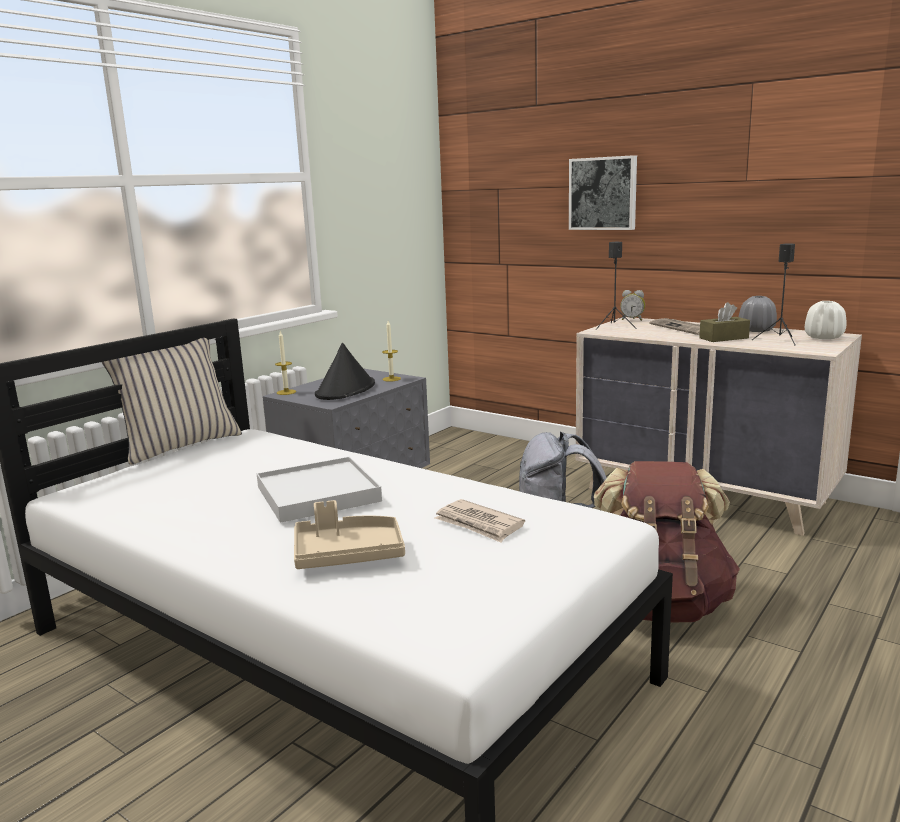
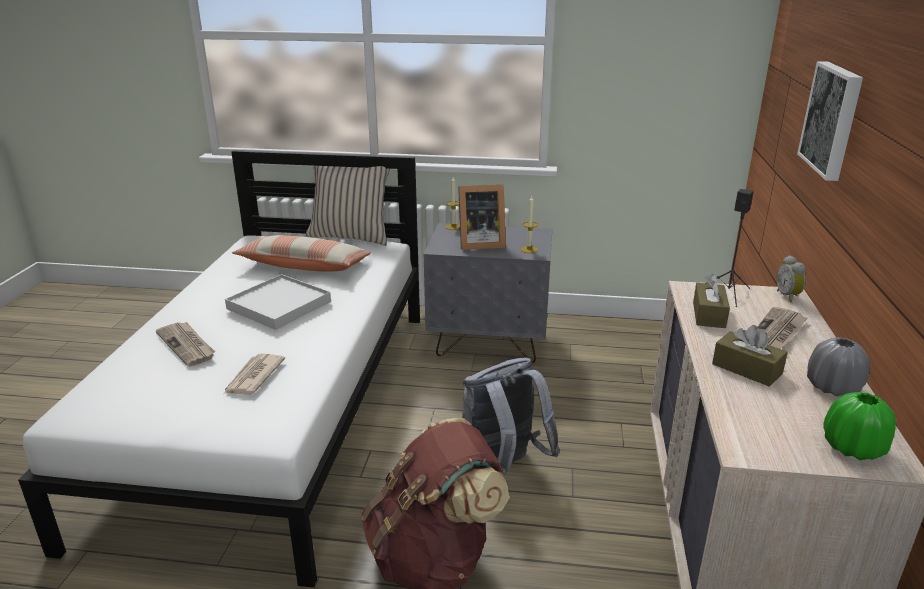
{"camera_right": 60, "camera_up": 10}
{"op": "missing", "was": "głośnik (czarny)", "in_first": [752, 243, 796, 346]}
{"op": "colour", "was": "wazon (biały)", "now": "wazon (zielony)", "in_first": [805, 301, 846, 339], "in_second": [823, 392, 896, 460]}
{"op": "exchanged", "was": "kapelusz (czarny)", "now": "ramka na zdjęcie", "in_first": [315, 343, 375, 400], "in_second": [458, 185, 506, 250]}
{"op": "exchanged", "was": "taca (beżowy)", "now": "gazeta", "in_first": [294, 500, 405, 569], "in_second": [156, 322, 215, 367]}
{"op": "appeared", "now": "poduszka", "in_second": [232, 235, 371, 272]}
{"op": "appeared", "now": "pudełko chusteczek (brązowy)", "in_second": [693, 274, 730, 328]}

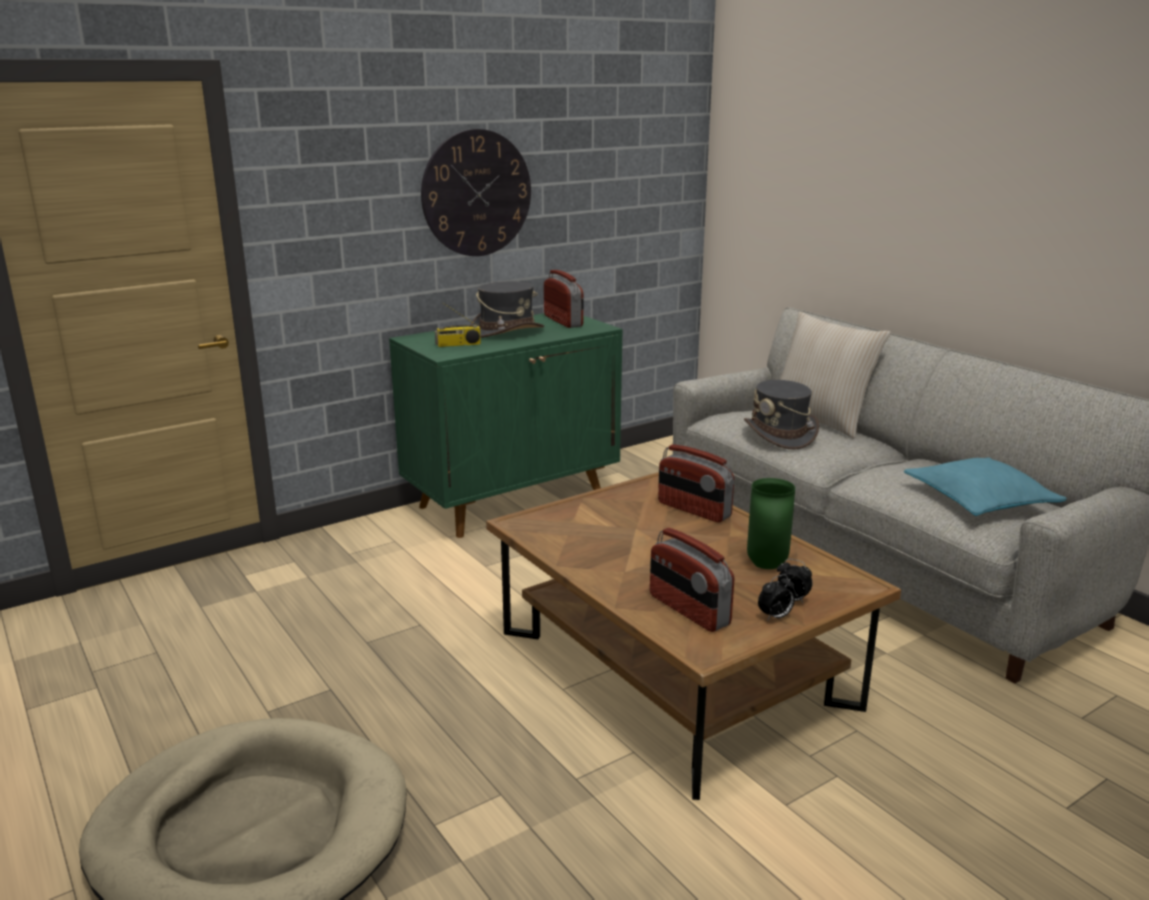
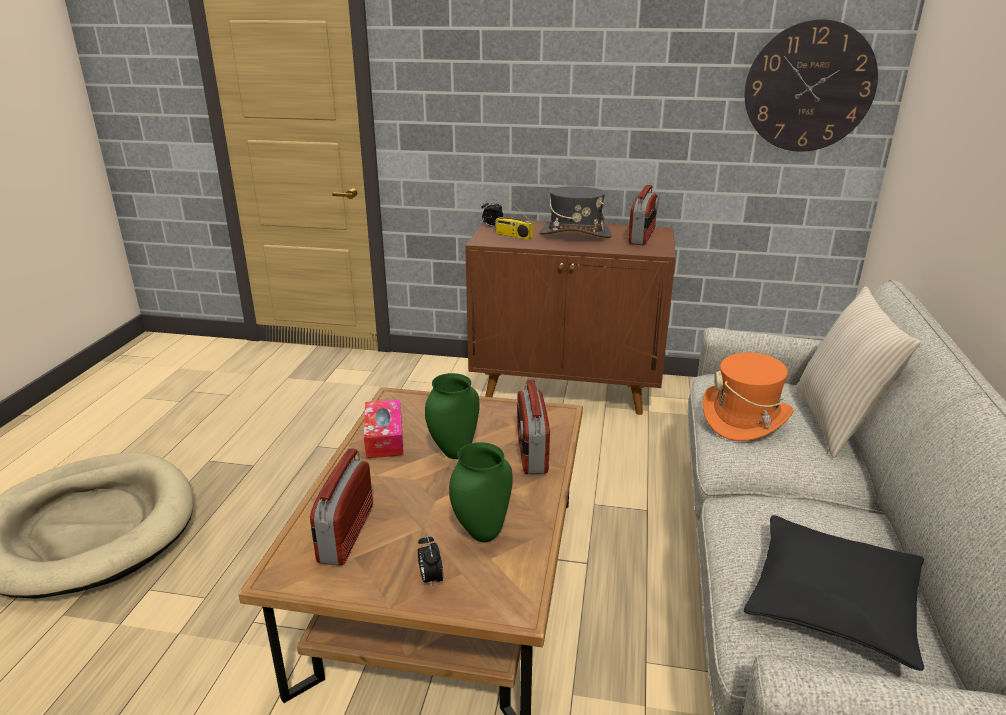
{"camera_right": 45, "camera_up": 5}
{"op": "relocated", "was": "zegar ścienny", "in_first": [421, 129, 531, 256], "in_second": [744, 19, 878, 152]}
{"op": "colour", "was": "szafka (zielony)", "now": "szafka (brązowy)", "in_first": [389, 313, 623, 538], "in_second": [465, 220, 676, 415]}
{"op": "colour", "was": "kapelusz (szary)", "now": "kapelusz (pomarańczowy)", "in_first": [744, 380, 819, 449], "in_second": [703, 353, 794, 441]}
{"op": "colour", "was": "poduszka (turkusowy)", "now": "poduszka (czarny)", "in_first": [904, 457, 1067, 516], "in_second": [744, 515, 924, 671]}
{"op": "relocated", "was": "budzik", "in_first": [758, 574, 795, 621], "in_second": [481, 199, 503, 226]}
{"op": "appeared", "now": "wazon (zielony)", "in_second": [425, 373, 480, 459]}
{"op": "appeared", "now": "pudełko chusteczek", "in_second": [364, 399, 403, 458]}

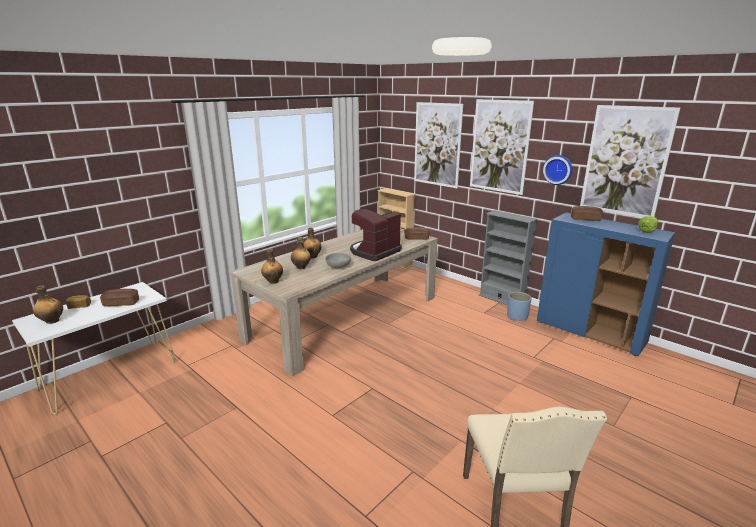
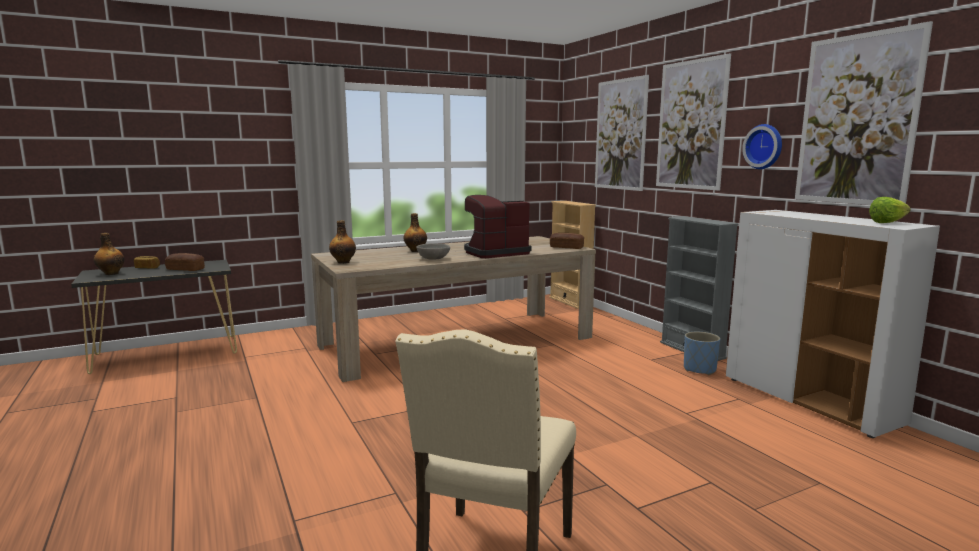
{"camera_right": 20, "camera_up": -10}
{"op": "missing", "was": "chleb", "in_first": [571, 206, 603, 221]}
{"op": "colour", "was": "szafka (niebieski)", "now": "szafka (biały)", "in_first": [537, 212, 675, 356], "in_second": [726, 210, 940, 438]}
{"op": "missing", "was": "butelka", "in_first": [291, 237, 311, 269]}
{"op": "colour", "was": "stolik konsolowy (biały)", "now": "stolik konsolowy (czarny)", "in_first": [12, 282, 176, 415], "in_second": [71, 260, 237, 374]}

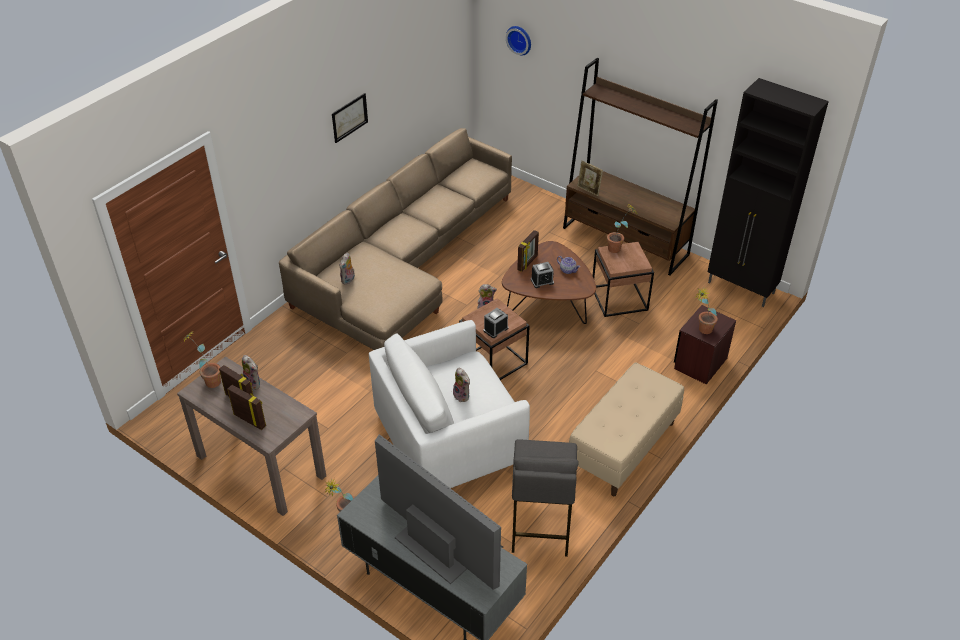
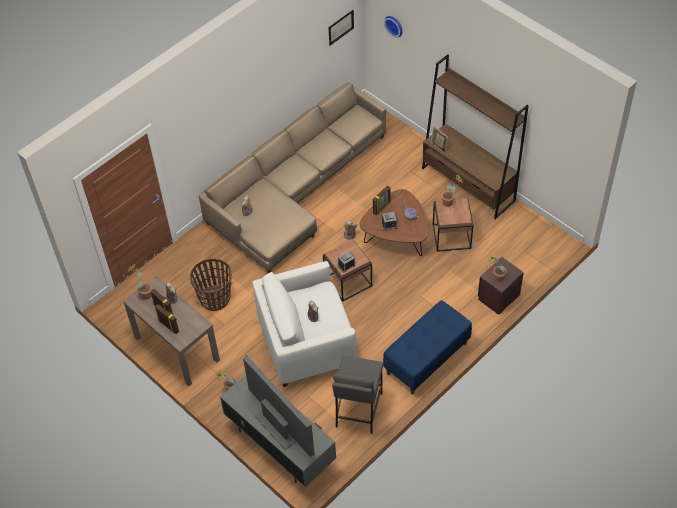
{"camera_right": 10, "camera_up": 10}
{"op": "missing", "was": "szafka (czarny)", "in_first": [708, 78, 829, 307]}
{"op": "relocated", "was": "obraz", "in_first": [332, 93, 368, 143], "in_second": [328, 10, 354, 46]}
{"op": "colour", "was": "ławka (beżowy)", "now": "ławka (niebieski)", "in_first": [569, 362, 684, 496], "in_second": [383, 300, 472, 395]}
{"op": "appeared", "now": "koszyk", "in_second": [190, 258, 232, 311]}

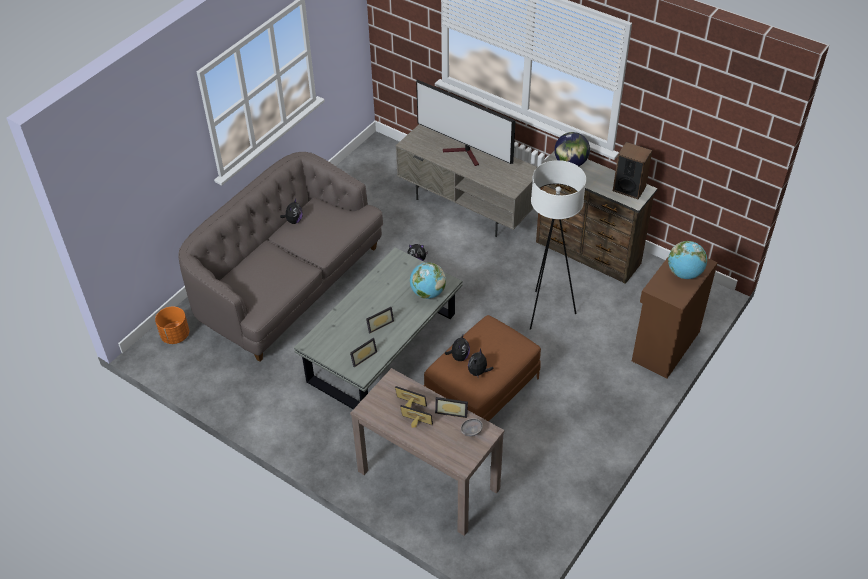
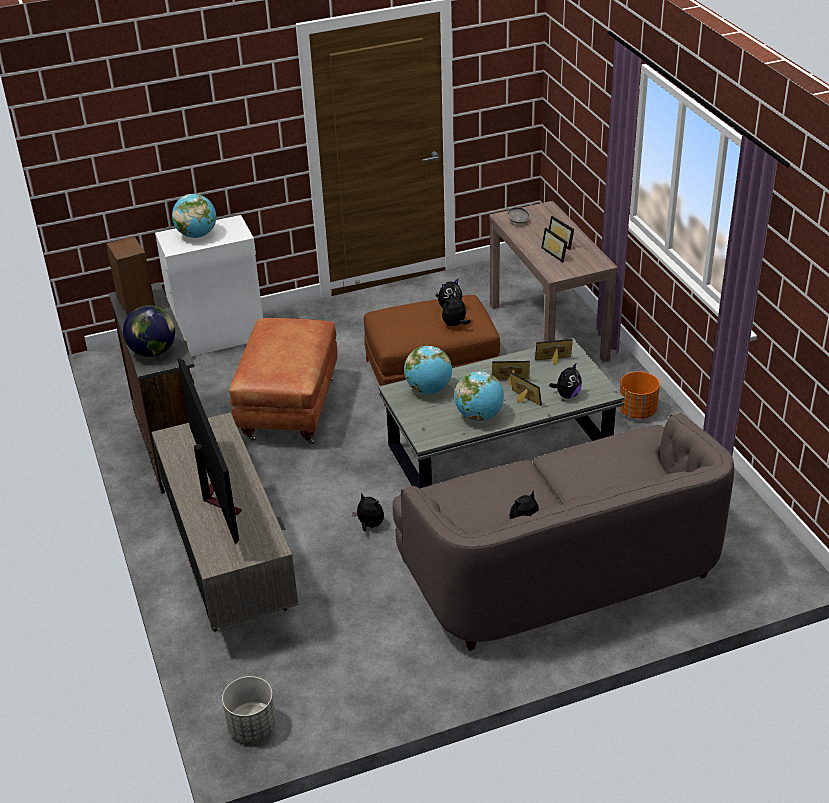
{"camera_right": -145, "camera_up": -10}
{"op": "exchanged", "was": "lampa stojąca (biały)", "now": "pufa (brązowy)", "in_first": [530, 160, 586, 330], "in_second": [229, 318, 338, 445]}
{"op": "colour", "was": "szafka (brązowy)", "now": "szafka (biały)", "in_first": [632, 256, 718, 378], "in_second": [155, 215, 263, 356]}
{"op": "relocated", "was": "donica (pomarańczowy)", "in_first": [155, 306, 189, 344], "in_second": [619, 371, 660, 419]}
{"op": "relocated", "was": "ramka na zdjęcie", "in_first": [435, 397, 468, 418], "in_second": [510, 372, 542, 406]}
{"op": "appeared", "now": "pluszak", "in_second": [549, 362, 582, 399]}
{"op": "appeared", "now": "globus", "in_second": [454, 372, 504, 421]}
{"op": "appeared", "now": "donica (szary)", "in_second": [222, 676, 276, 741]}

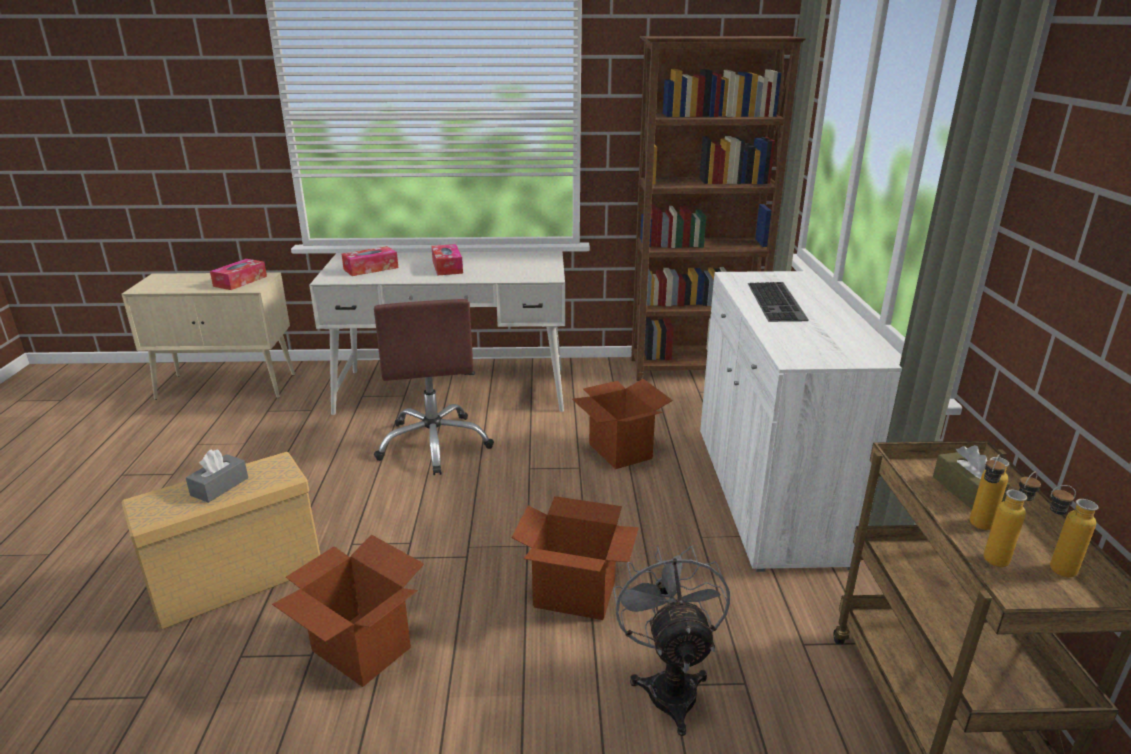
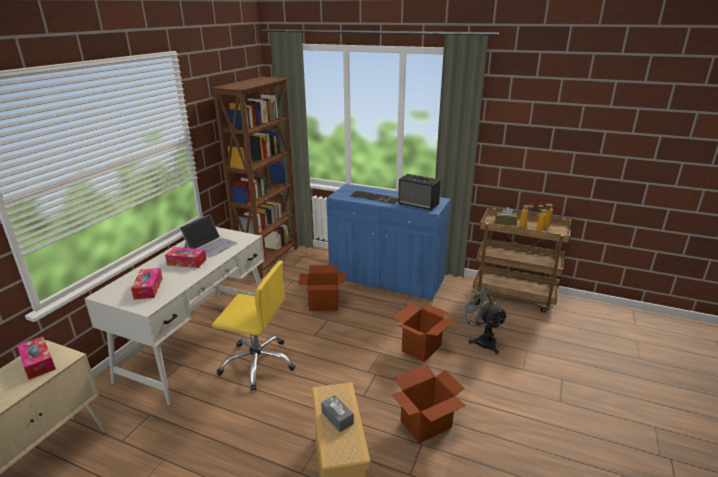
{"camera_right": -65, "camera_up": 0}
{"op": "colour", "was": "szafka (biały)", "now": "szafka (niebieski)", "in_first": [700, 271, 902, 572], "in_second": [326, 184, 451, 301]}
{"op": "colour", "was": "krzesło biurowe (brązowy)", "now": "krzesło biurowe (żółty)", "in_first": [374, 299, 494, 475], "in_second": [212, 261, 295, 391]}
{"op": "spun", "was": "wentylator (szary)", "in_first": [613, 546, 730, 736], "in_second": [461, 283, 508, 354], "clockwise": 45}
{"op": "appeared", "now": "głośnik", "in_second": [398, 174, 441, 211]}
{"op": "appeared", "now": "laptop", "in_second": [179, 214, 237, 258]}

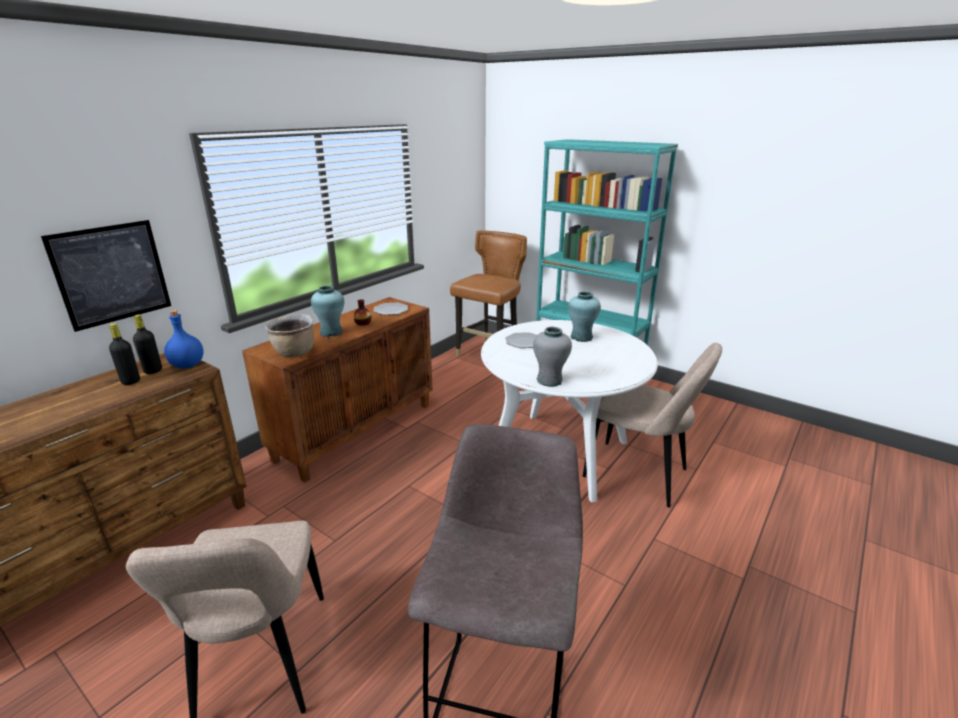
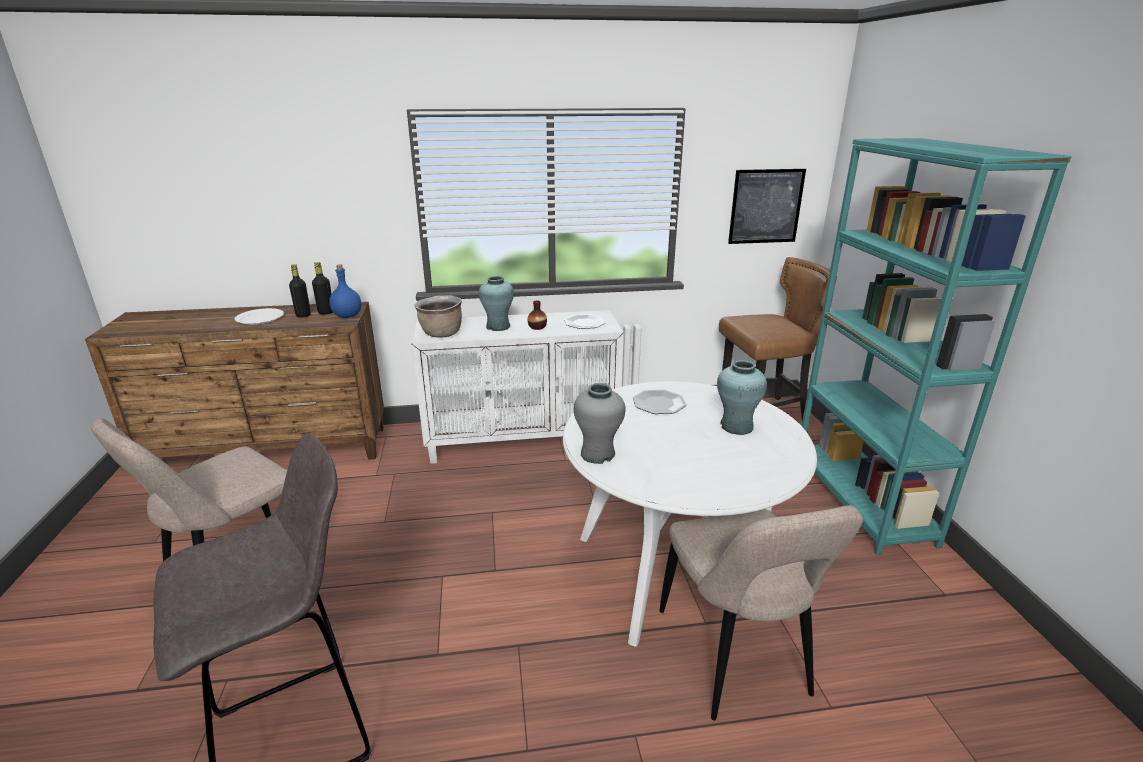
{"camera_right": 45, "camera_up": 0}
{"op": "relocated", "was": "obraz", "in_first": [41, 220, 171, 332], "in_second": [728, 169, 806, 244]}
{"op": "colour", "was": "szafka (brązowy)", "now": "szafka (biały)", "in_first": [242, 297, 433, 482], "in_second": [411, 310, 624, 464]}
{"op": "appeared", "now": "talerz (biały)", "in_second": [235, 308, 284, 325]}

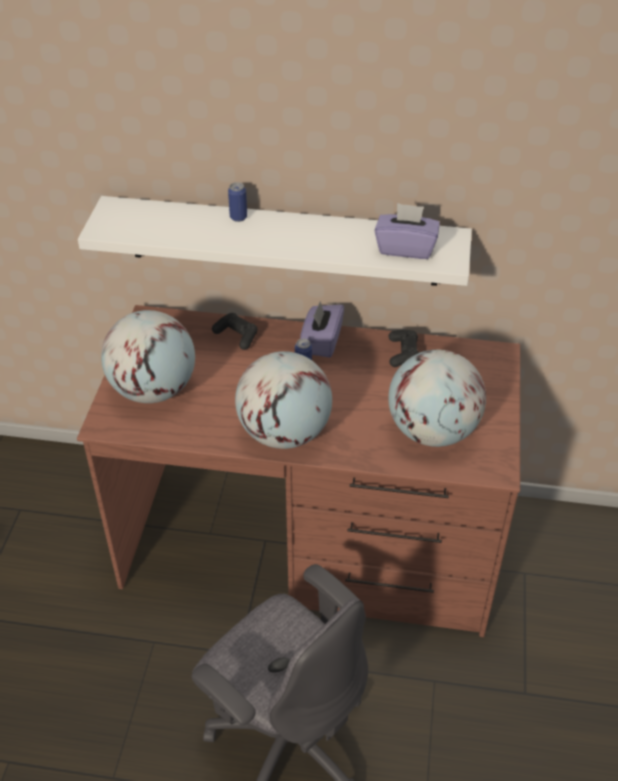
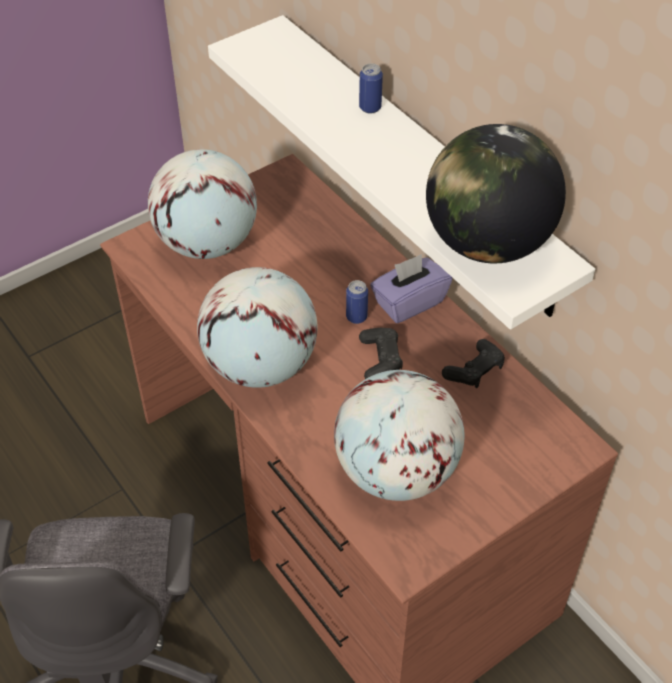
{"camera_right": 45, "camera_up": 5}
{"op": "exchanged", "was": "pudełko chusteczek (fioletowy)", "now": "globus", "in_first": [375, 203, 440, 259], "in_second": [426, 124, 566, 263]}
{"op": "relocated", "was": "pad do gier (czarny)", "in_first": [212, 313, 258, 350], "in_second": [359, 328, 403, 379]}

